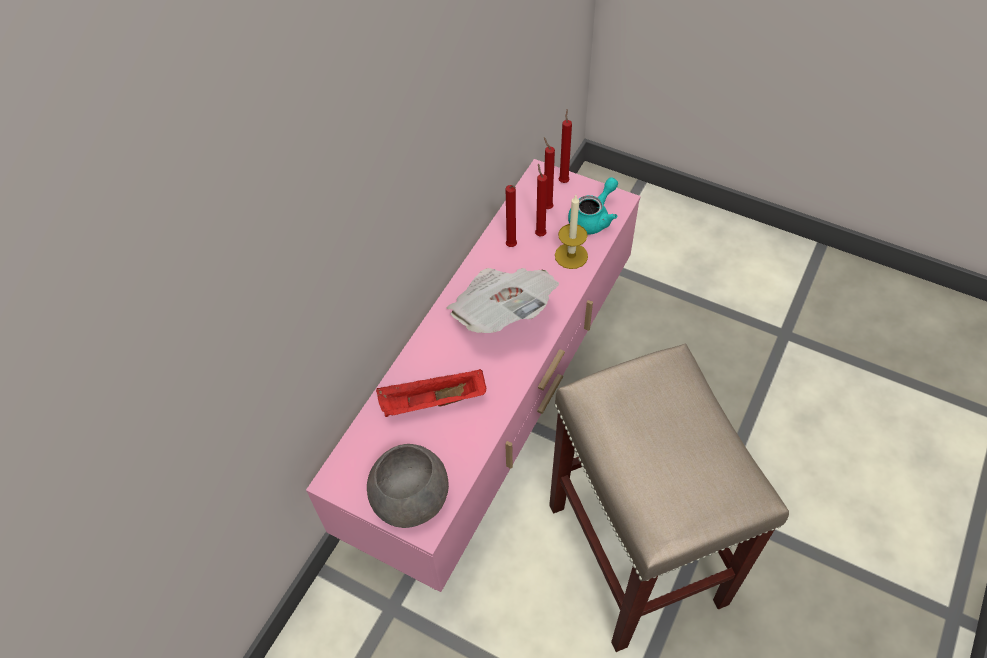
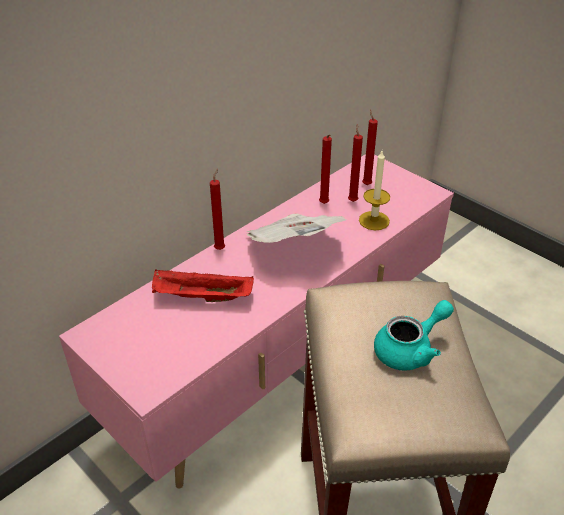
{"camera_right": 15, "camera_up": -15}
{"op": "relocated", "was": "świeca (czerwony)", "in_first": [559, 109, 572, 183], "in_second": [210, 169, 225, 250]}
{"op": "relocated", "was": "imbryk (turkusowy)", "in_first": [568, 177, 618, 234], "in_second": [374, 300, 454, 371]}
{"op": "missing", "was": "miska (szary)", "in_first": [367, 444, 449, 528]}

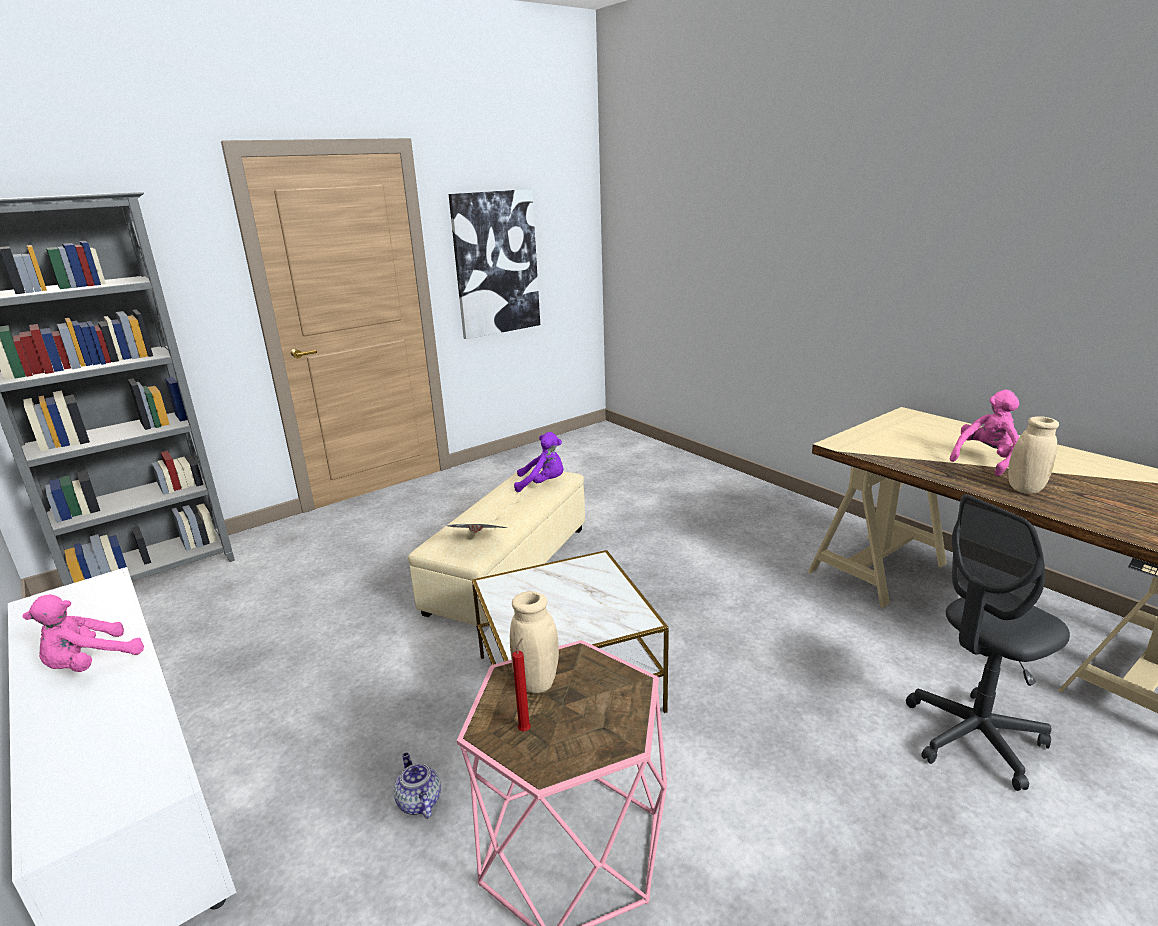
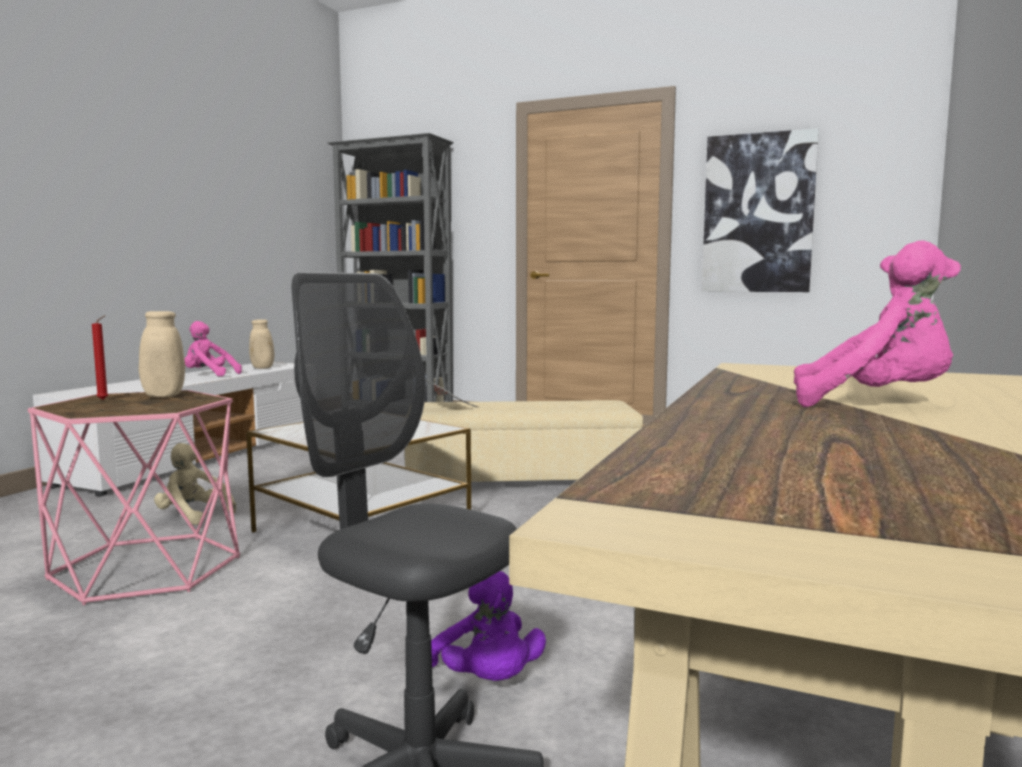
{"camera_right": 60, "camera_up": -15}
{"op": "relocated", "was": "wazon (beżowy)", "in_first": [978, 405, 1059, 494], "in_second": [249, 319, 274, 369]}
{"op": "relocated", "was": "pluszak (fioletowy)", "in_first": [514, 432, 563, 492], "in_second": [431, 571, 546, 681]}
{"op": "exchanged", "was": "imbryk", "now": "pluszak (beżowy)", "in_first": [394, 753, 441, 819], "in_second": [154, 443, 236, 525]}

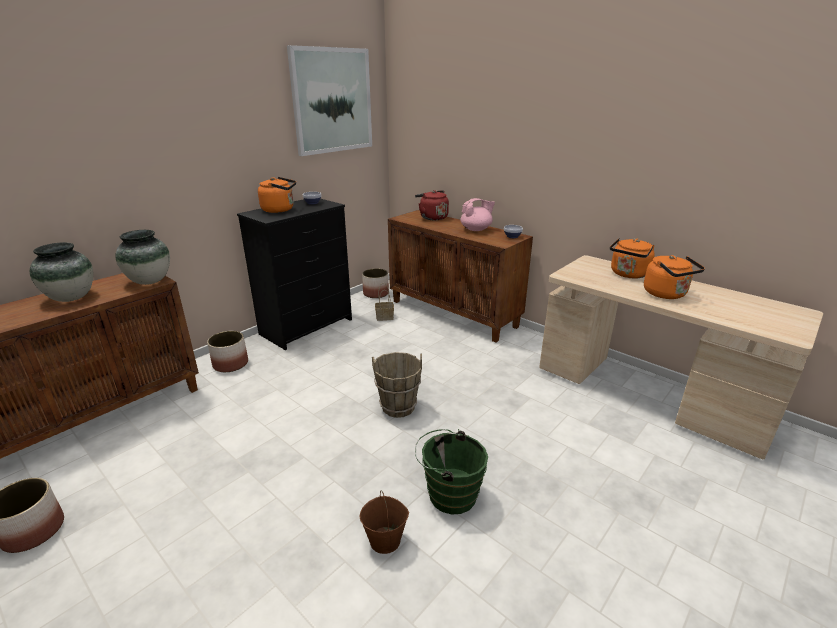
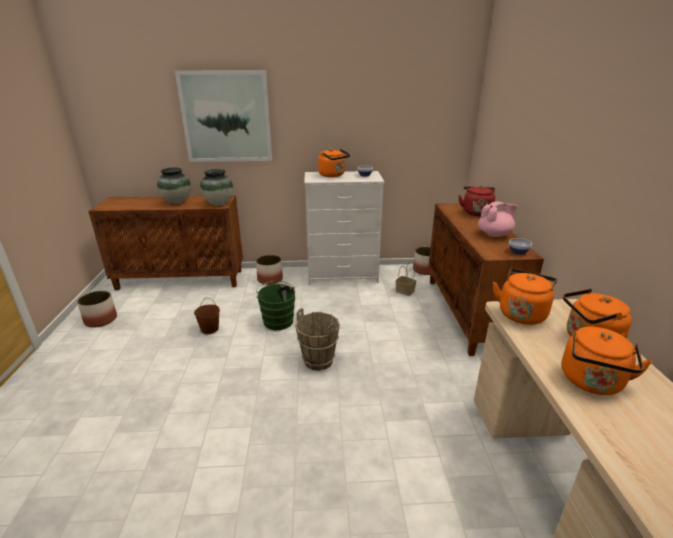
{"camera_right": 45, "camera_up": 0}
{"op": "relocated", "was": "obraz", "in_first": [287, 45, 372, 156], "in_second": [175, 71, 272, 162]}
{"op": "spun", "was": "imbryk (różowy)", "in_first": [460, 198, 495, 231], "in_second": [478, 202, 518, 237], "clockwise": -45}
{"op": "colour", "was": "komoda (czarny)", "now": "komoda (biały)", "in_first": [237, 199, 352, 350], "in_second": [304, 171, 384, 285]}
{"op": "relocated", "was": "wiadro (zielony)", "in_first": [415, 429, 488, 514], "in_second": [256, 281, 295, 330]}
{"op": "relocated", "was": "wiadro (brązowy)", "in_first": [360, 490, 409, 554], "in_second": [194, 298, 220, 334]}
{"op": "appeared", "now": "czajnik (pomarańczowy)", "in_second": [493, 269, 557, 325]}

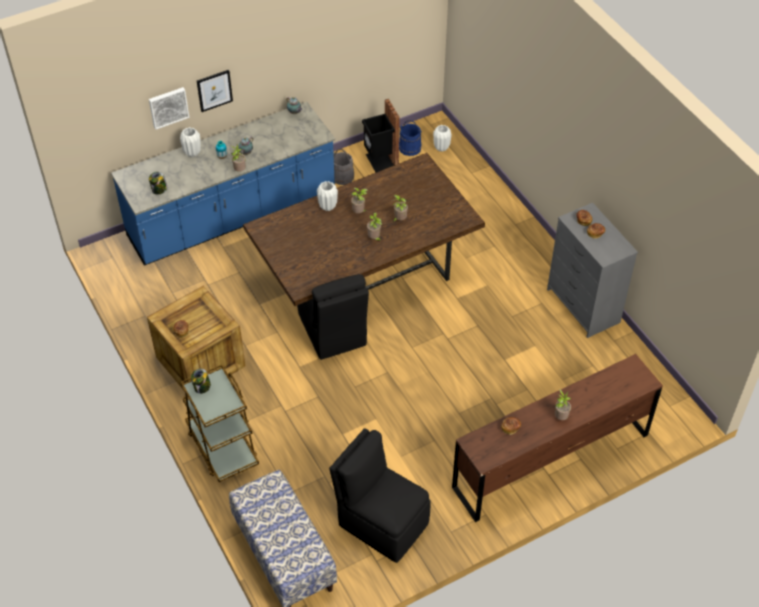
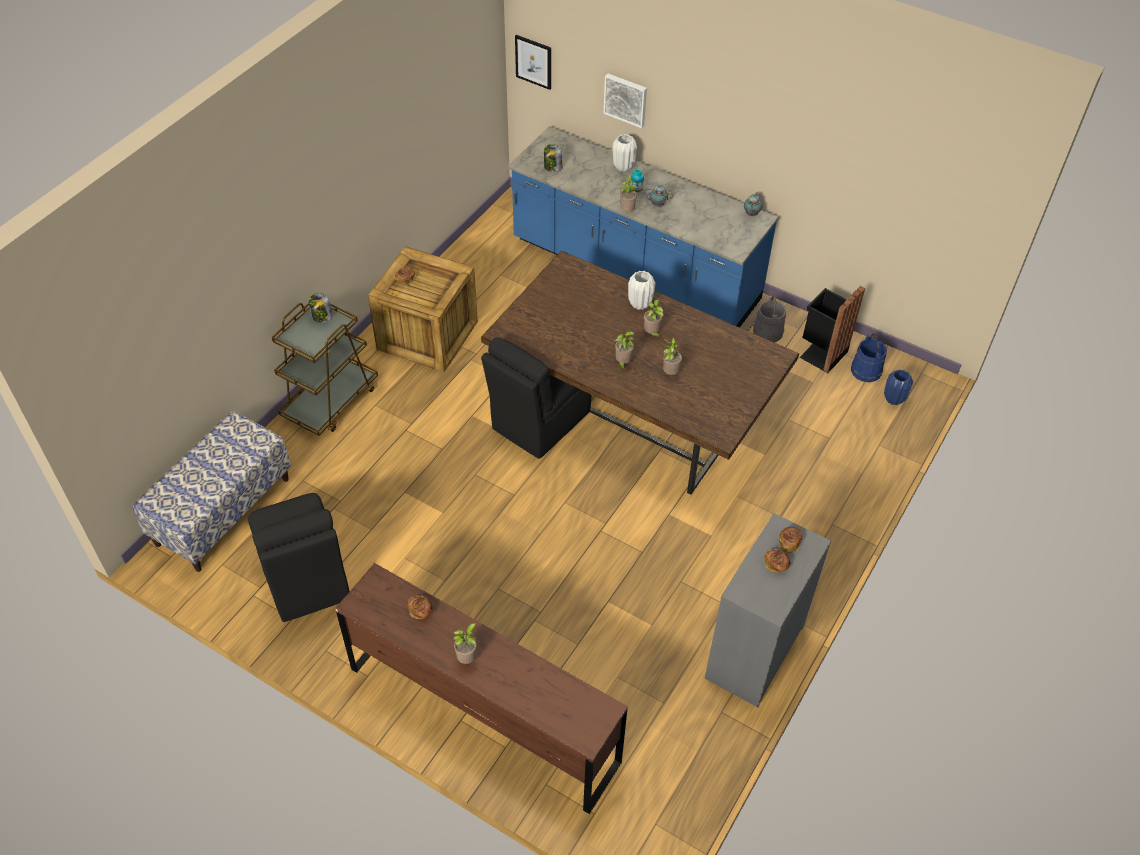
{"camera_right": 60, "camera_up": 0}
{"op": "relocated", "was": "obraz", "in_first": [197, 70, 233, 112], "in_second": [515, 35, 551, 90]}
{"op": "colour", "was": "wazon (biały)", "now": "wazon (niebieski)", "in_first": [433, 125, 452, 152], "in_second": [884, 369, 913, 405]}
{"op": "spun", "was": "krzesło (czarny)", "in_first": [329, 429, 430, 563], "in_second": [248, 493, 349, 622], "clockwise": 150}

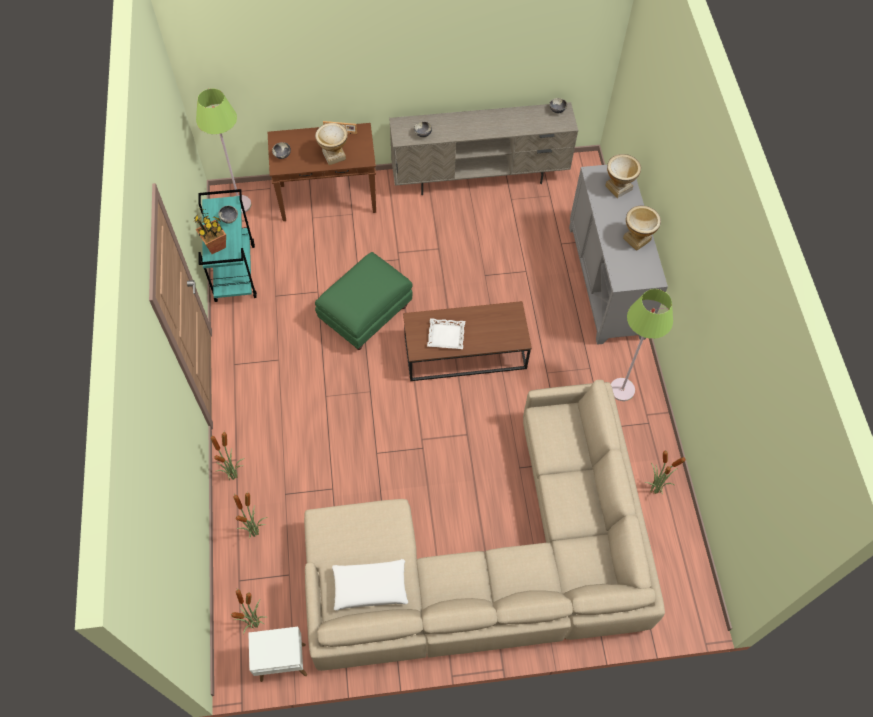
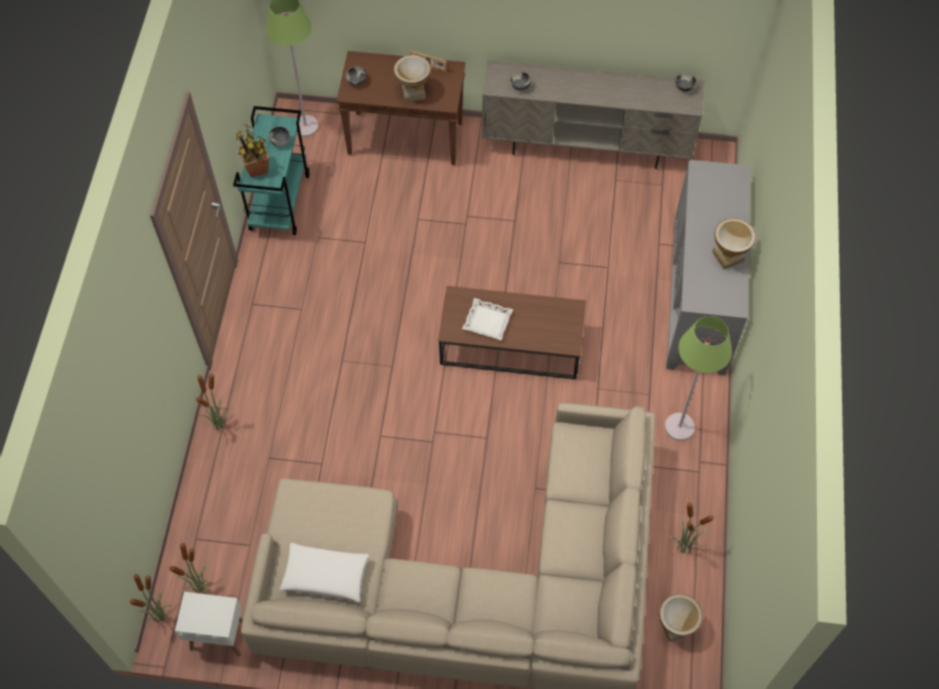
{"camera_right": 15, "camera_up": 0}
{"op": "relocated", "was": "wazon", "in_first": [605, 154, 641, 198], "in_second": [659, 594, 703, 642]}
{"op": "missing", "was": "pufa (zielony)", "in_first": [315, 252, 413, 350]}
{"op": "relocated", "was": "roślina doniczkowa", "in_first": [233, 491, 268, 538], "in_second": [130, 572, 173, 626]}

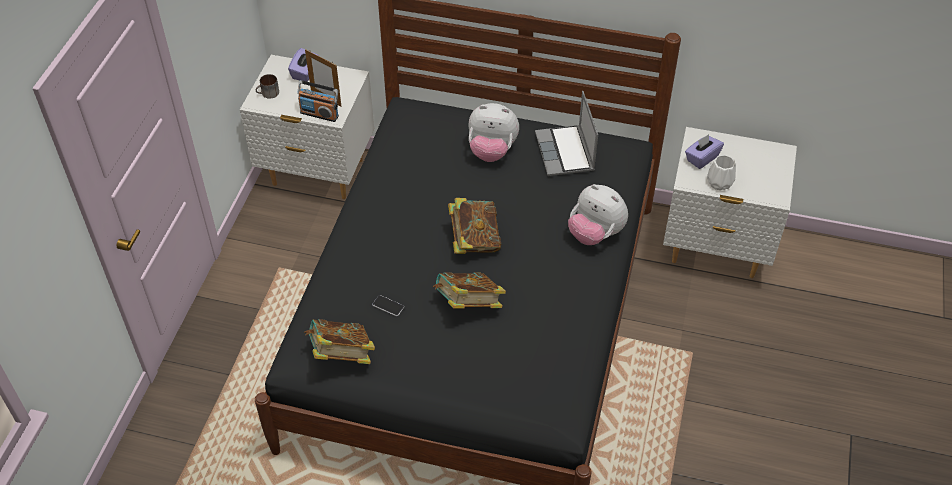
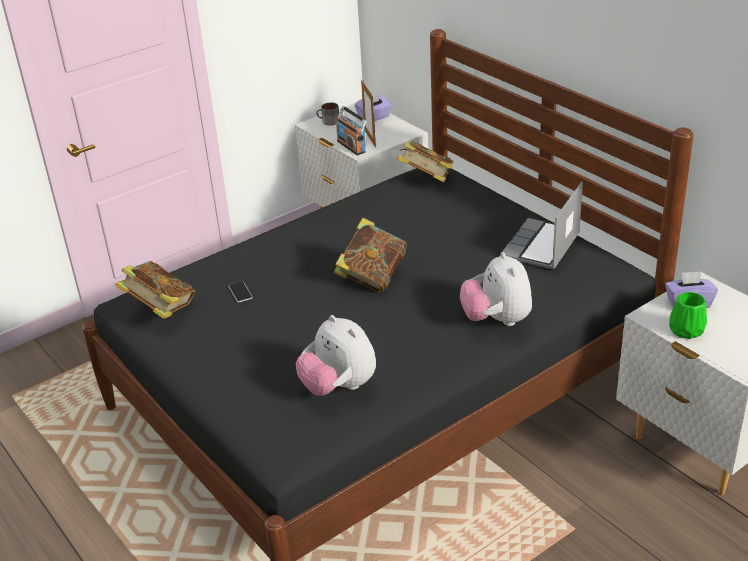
{"camera_right": 40, "camera_up": -15}
{"op": "relocated", "was": "pluszak", "in_first": [468, 103, 519, 162], "in_second": [296, 315, 376, 396]}
{"op": "colour", "was": "wazon (biały)", "now": "wazon (zielony)", "in_first": [707, 155, 736, 190], "in_second": [669, 292, 707, 339]}
{"op": "relocated", "was": "książka", "in_first": [433, 273, 506, 309], "in_second": [397, 141, 454, 182]}

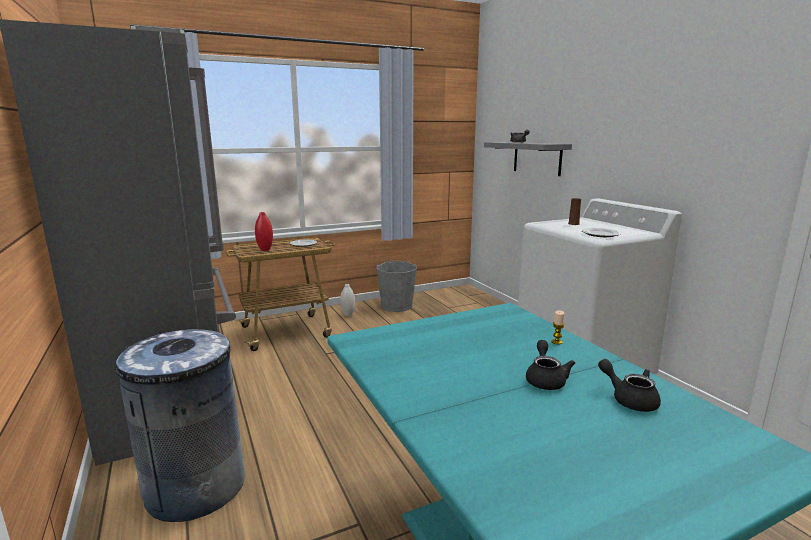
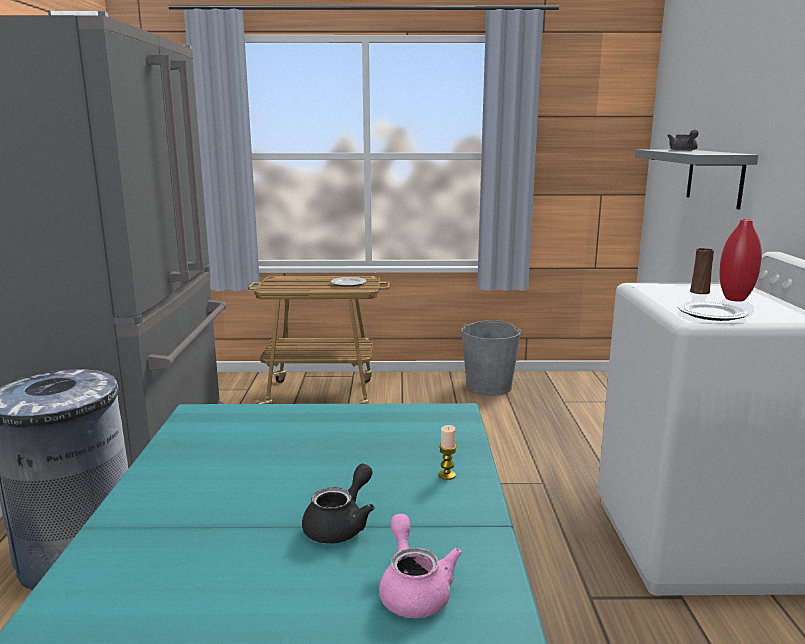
{"camera_right": 25, "camera_up": 0}
{"op": "relocated", "was": "wazon (czerwony)", "in_first": [255, 212, 273, 251], "in_second": [719, 219, 762, 302]}
{"op": "missing", "was": "wazon (biały)", "in_first": [340, 284, 355, 317]}
{"op": "colour", "was": "imbryk (czarny)", "now": "imbryk (różowy)", "in_first": [598, 359, 661, 412], "in_second": [379, 514, 462, 618]}

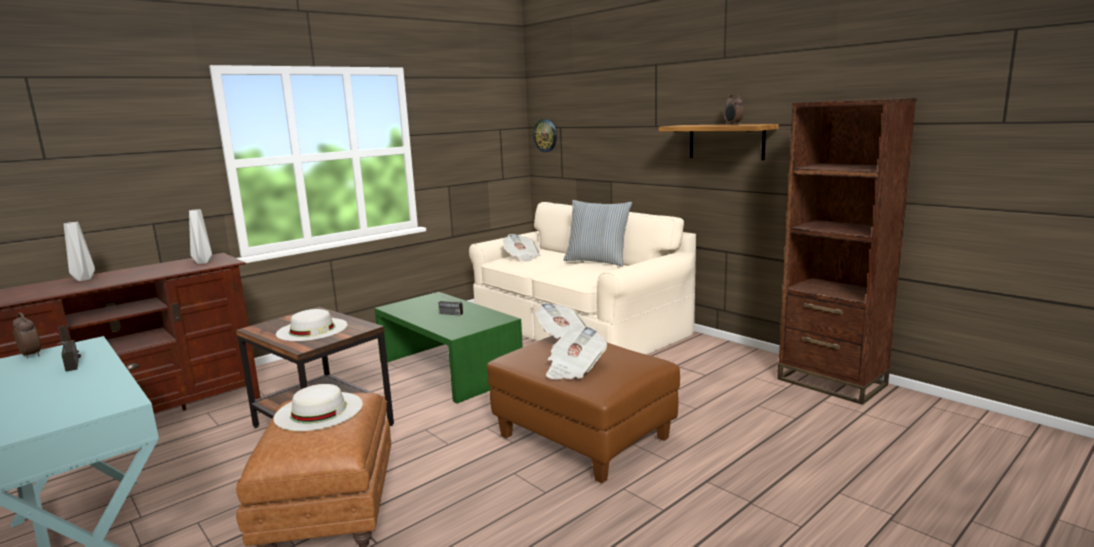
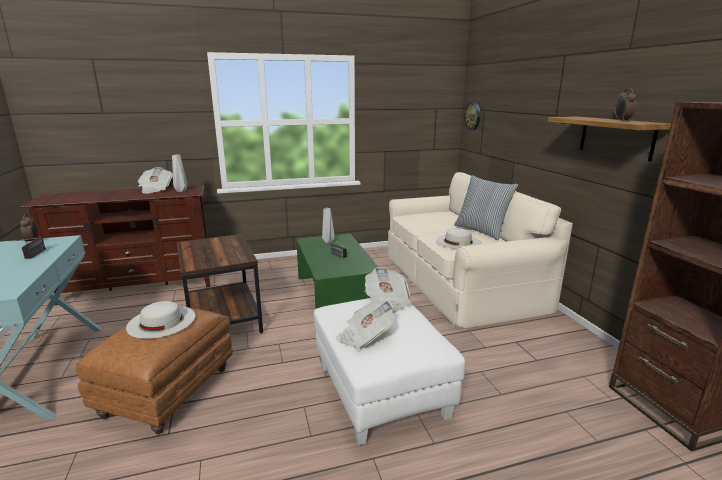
{"camera_right": 25, "camera_up": 5}
{"op": "relocated", "was": "wazon (szary)", "in_first": [64, 222, 95, 281], "in_second": [322, 208, 335, 243]}
{"op": "relocated", "was": "gazeta", "in_first": [503, 234, 541, 262], "in_second": [138, 167, 173, 194]}
{"op": "relocated", "was": "kapelusz (biały)", "in_first": [276, 309, 348, 341], "in_second": [436, 228, 481, 249]}
{"op": "colour", "was": "pufa (brązowy)", "now": "pufa (biały)", "in_first": [487, 336, 680, 483], "in_second": [314, 298, 465, 445]}

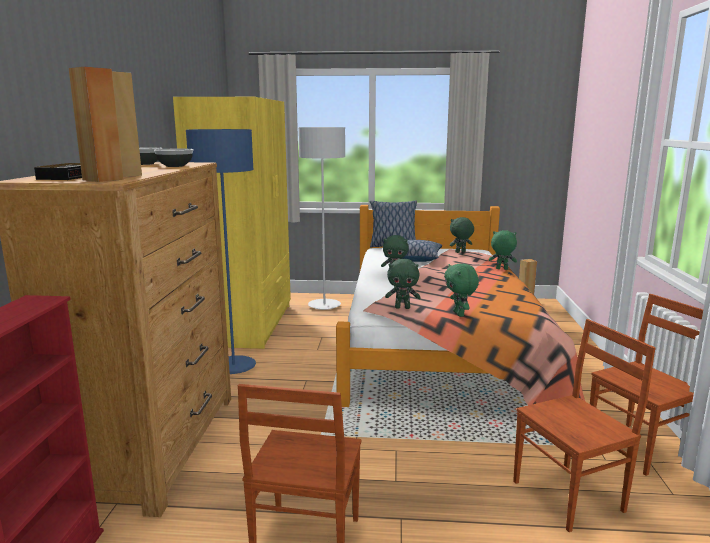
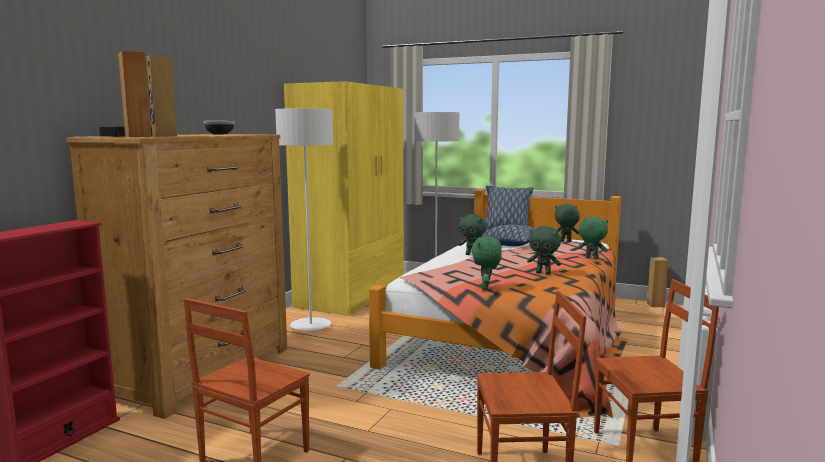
{"camera_right": 20, "camera_up": -5}
{"op": "colour", "was": "lampa stojąca (niebieski)", "now": "lampa stojąca (biały)", "in_first": [186, 129, 256, 374], "in_second": [275, 108, 333, 331]}
{"op": "missing", "was": "miska", "in_first": [154, 148, 193, 167]}
{"op": "relocated", "was": "pluszak (zielony)", "in_first": [385, 259, 421, 309], "in_second": [527, 226, 561, 275]}

